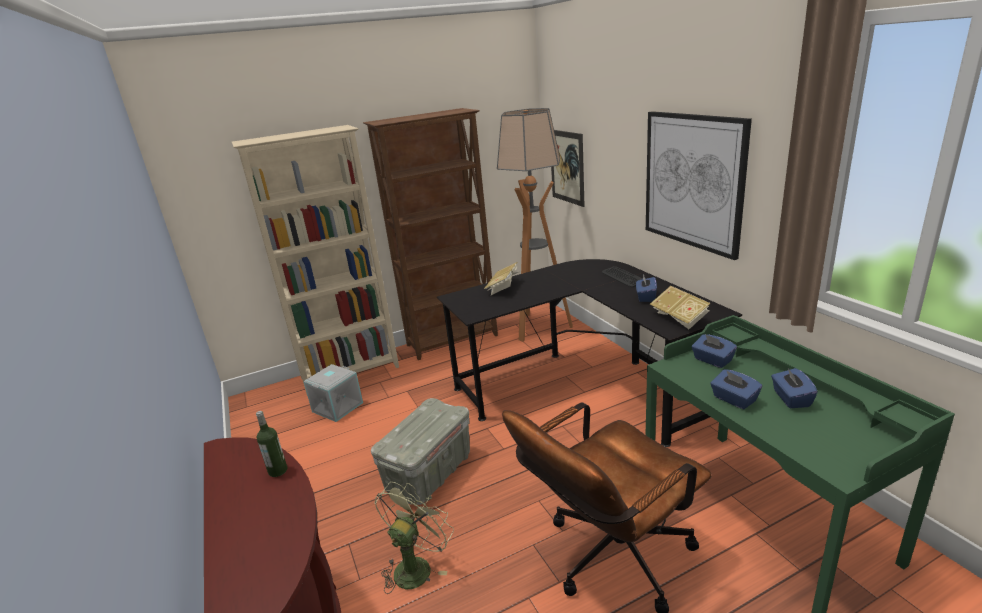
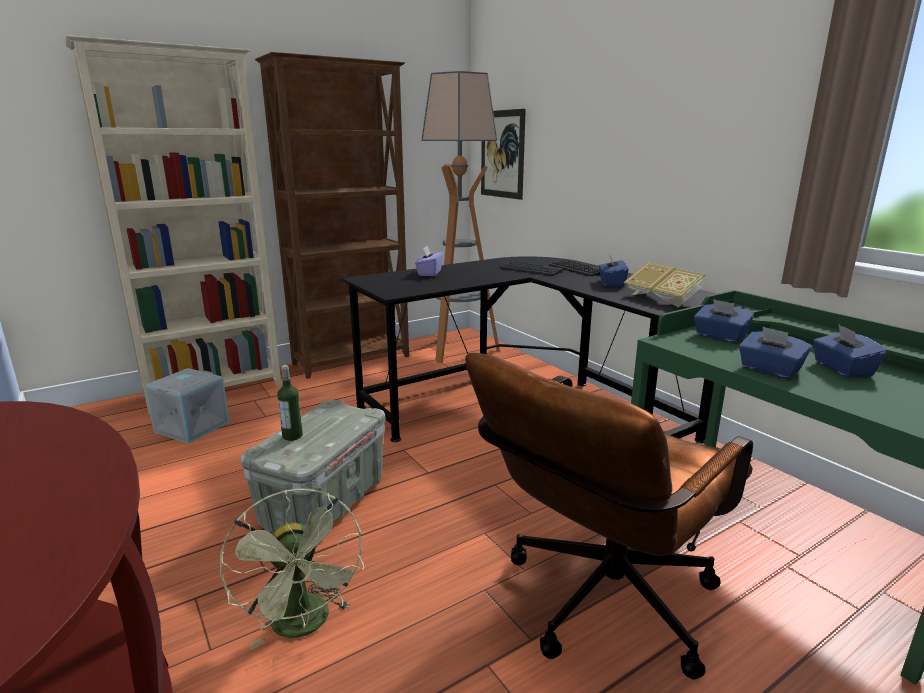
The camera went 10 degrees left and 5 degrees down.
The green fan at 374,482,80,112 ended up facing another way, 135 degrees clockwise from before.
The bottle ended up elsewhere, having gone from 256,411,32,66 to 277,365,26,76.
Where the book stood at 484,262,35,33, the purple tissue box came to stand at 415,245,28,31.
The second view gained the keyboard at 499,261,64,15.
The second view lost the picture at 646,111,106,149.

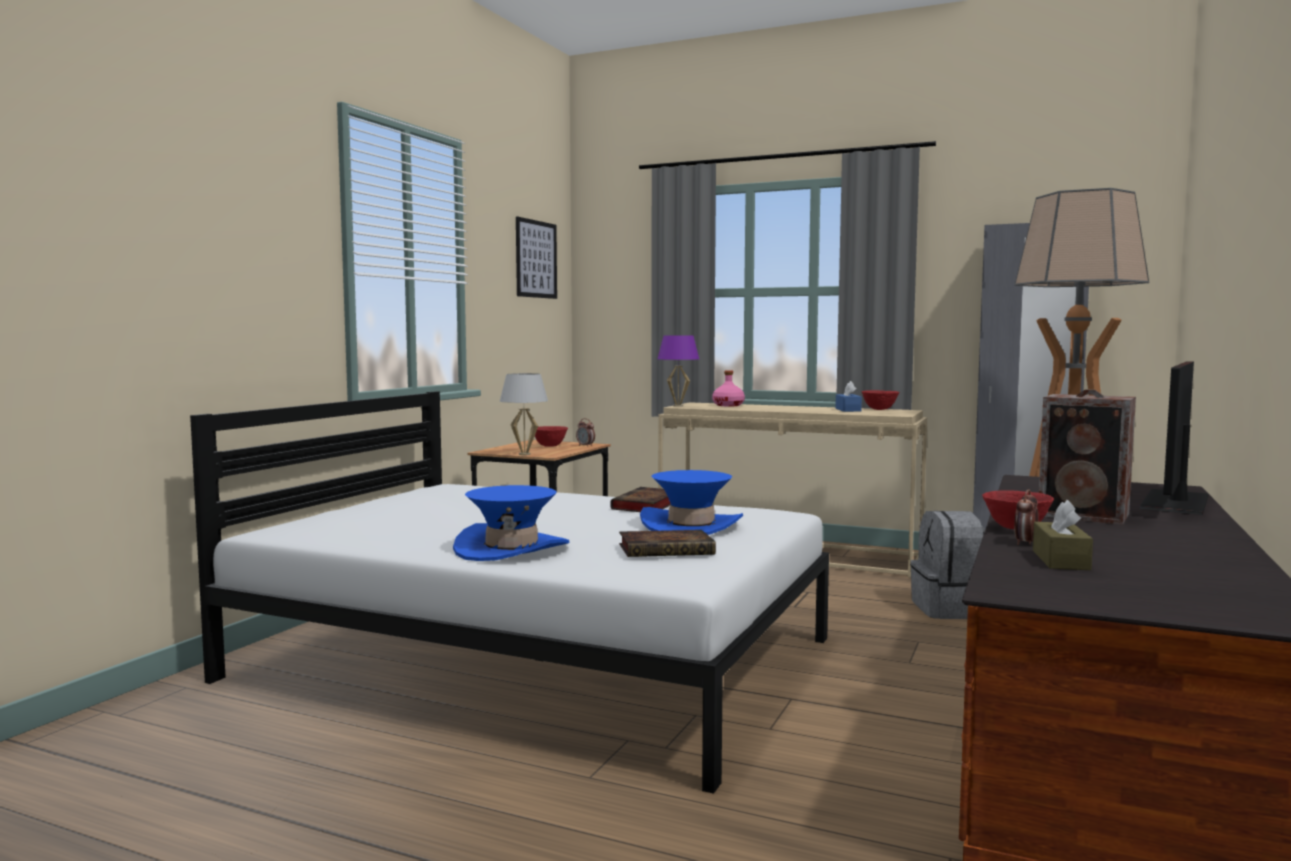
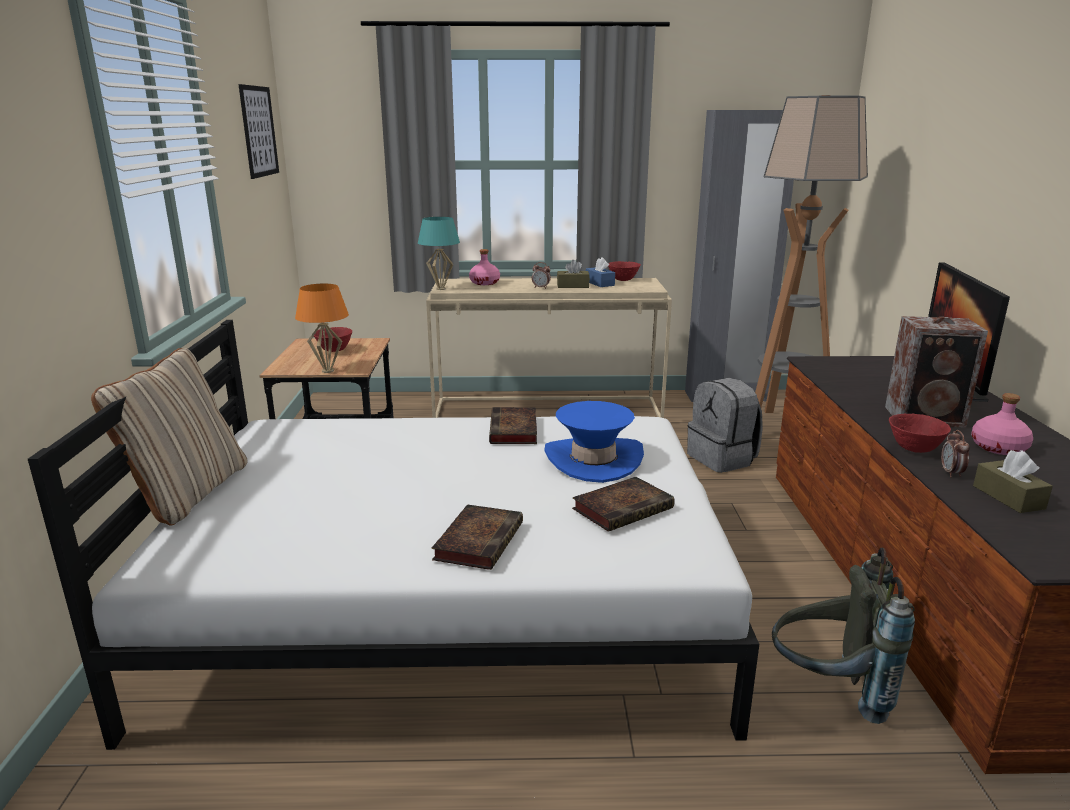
The camera went 25 degrees left and 15 degrees up.
The second view gained the beige pillow at 91,348,157,178.
What was the white table lamp at 500,373,48,82 turned into the orange table lamp at 295,283,54,90.
What was the purple table lamp at 657,335,42,72 turned into the turquoise table lamp at 418,217,42,73.
Where the blue hat stood at 453,485,116,76, the book came to stand at 432,504,91,66.
The alarm clock ended up elsewhere, having gone from 576,418,19,29 to 532,262,19,27.
The second view gained the brown tissue box at 557,260,33,28.
The second view gained the grey backpack at 772,548,143,176.
The second view gained the pink bottle at 971,393,62,62.

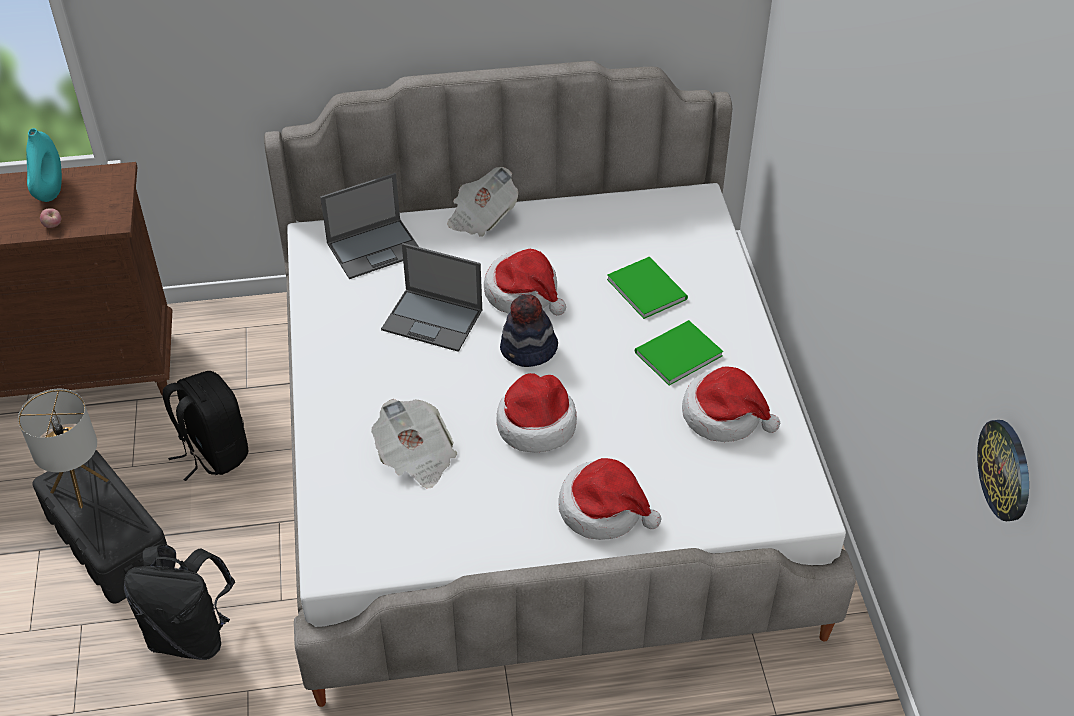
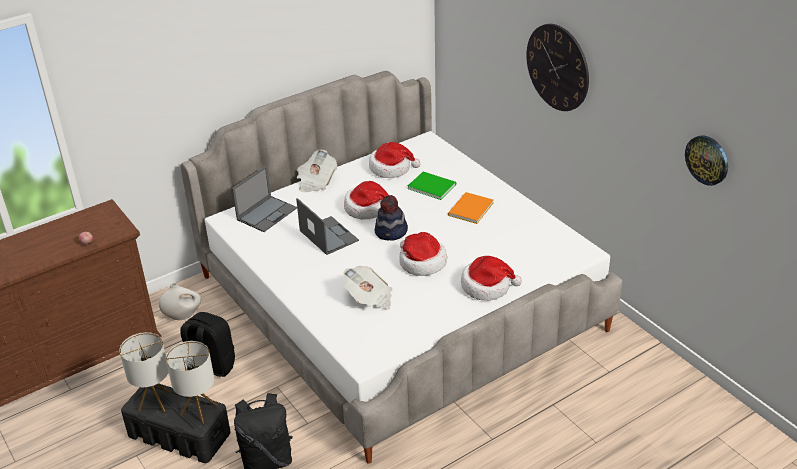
The camera went 25 degrees left and 10 degrees down.
The second view gained the white vase at 159,283,42,37.
The second view gained the table lamp at 166,341,52,83.
The laptop at 381,243,102,109 ended up facing another way, 120 degrees counterclockwise from before.
The hat ended up elsewhere, having gone from 682,367,98,75 to 369,142,51,36.
What was the green book at 635,320,88,65 turned into the orange book at 448,192,45,32.
The second view gained the wall clock at 526,24,63,87.
The second view lost the turquoise vase at 26,128,36,74.

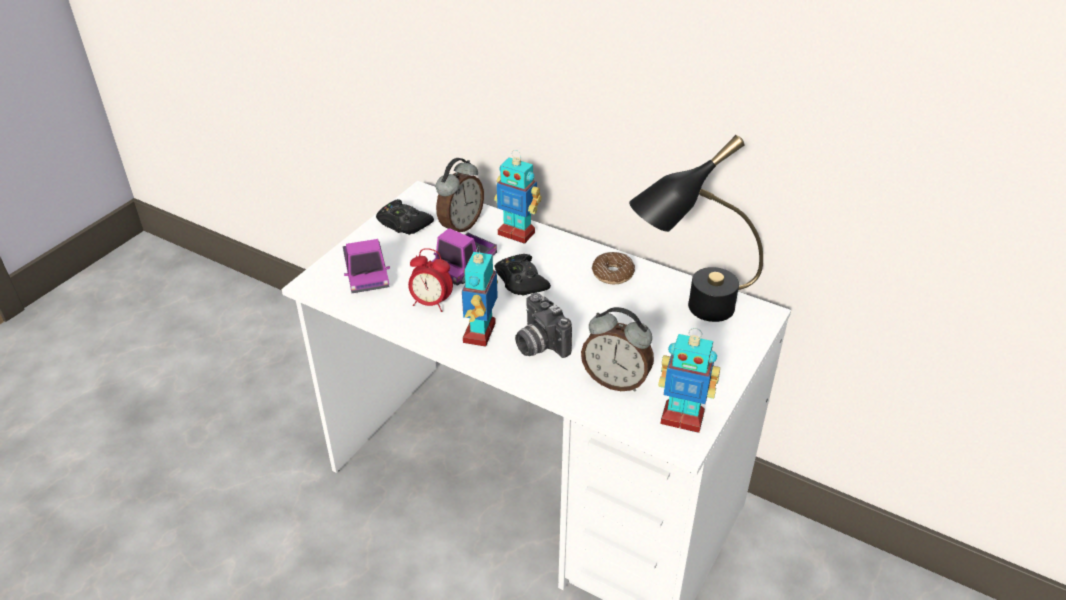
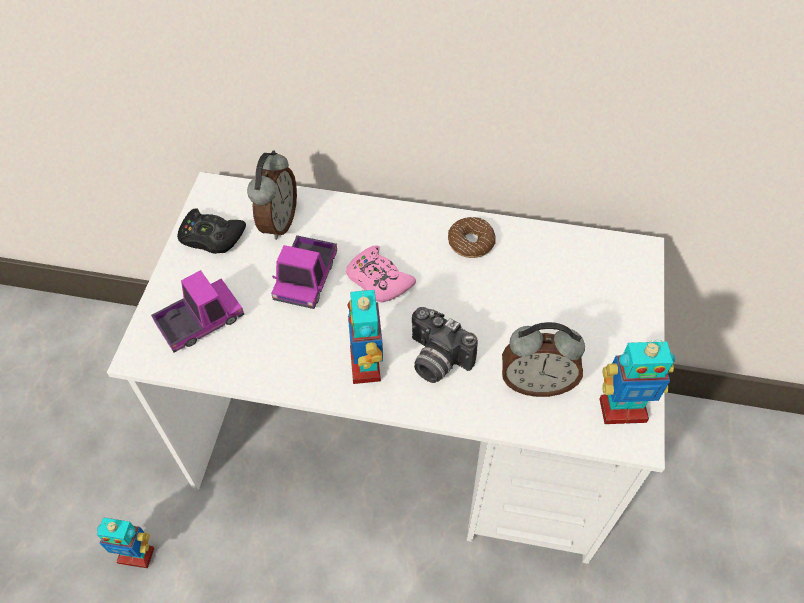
The camera went 20 degrees left and 15 degrees up.
The toy robot ended up elsewhere, having gone from 494,150,48,94 to 97,518,57,50.
The toy truck at 343,239,47,54 ended up facing another way, 90 degrees counterclockwise from before.
What was the black game controller at 495,254,56,42 turned into the pink game controller at 346,245,70,57.
The second view lost the alarm clock at 408,248,45,64.
The second view lost the black table lamp at 629,135,134,187.

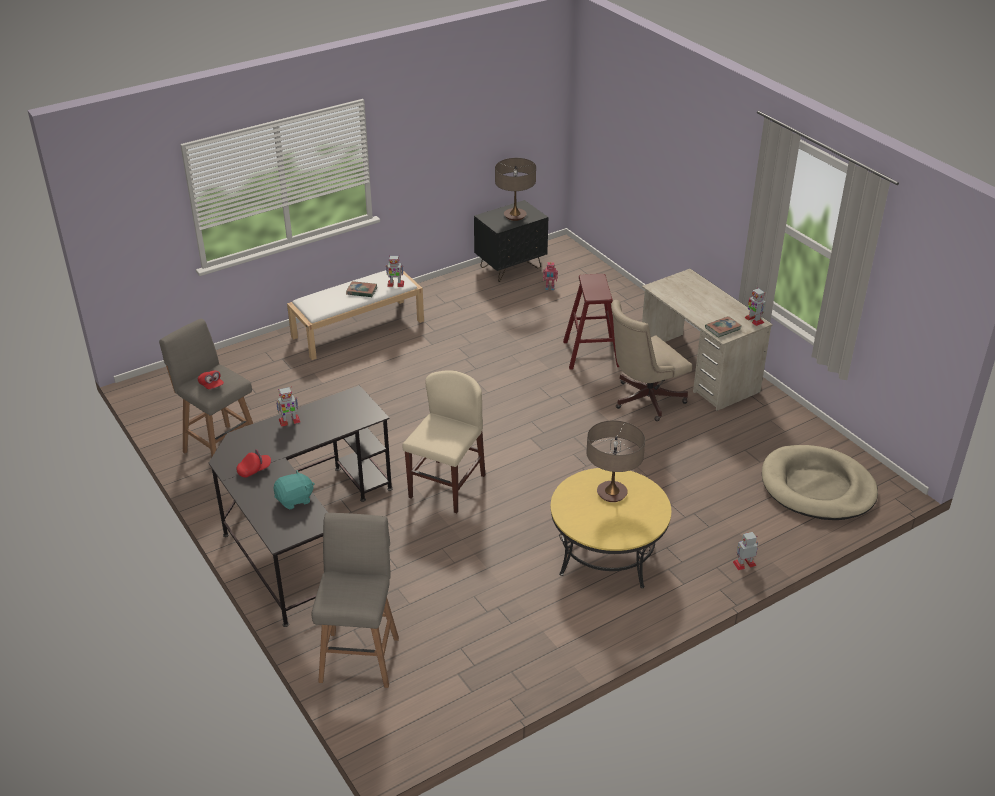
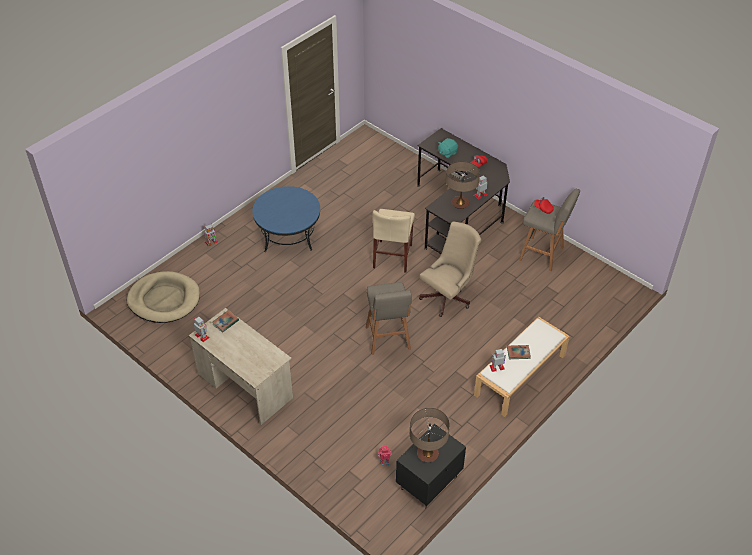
The camera went 165 degrees right and 10 degrees up.
What was the yellow coffee table at 551,468,120,120 turned into the blue coffee table at 252,186,68,66.
The grey stool ended up elsewhere, having gone from 312,513,87,175 to 366,282,46,73.
The beige office chair ended up elsewhere, having gone from 611,300,81,121 to 419,222,62,95.
The table lamp ended up elsewhere, having gone from 586,420,59,82 to 446,161,34,48.
The second view lost the red stool at 563,274,56,96.

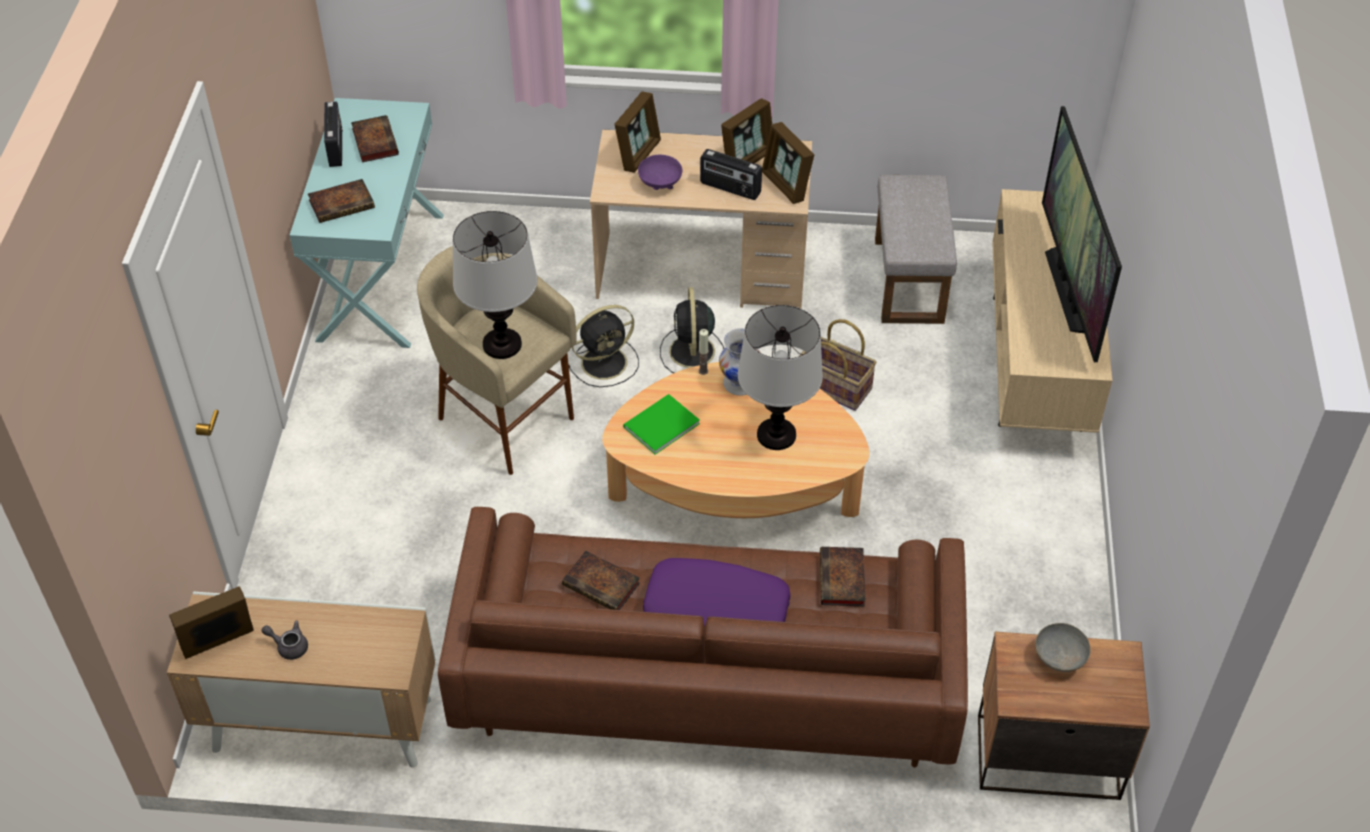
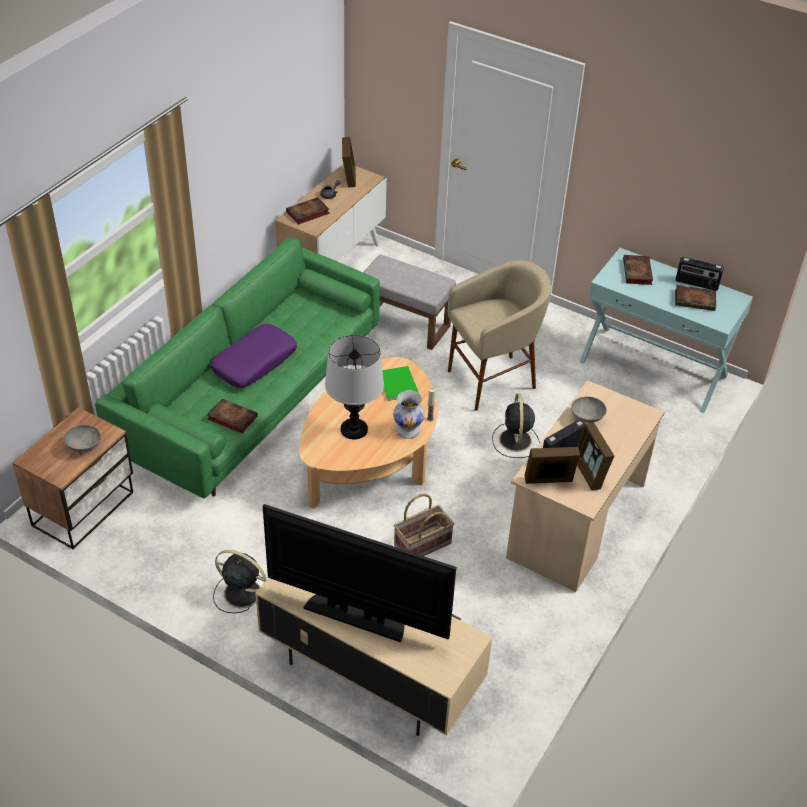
The camera went 115 degrees right and 5 degrees down.
What was the brown sofa at 438,507,530,260 turned into the green sofa at 95,238,285,260.
The black fan ended up elsewhere, having gone from 660,287,64,86 to 213,550,53,63.
The book ended up elsewhere, having gone from 562,551,78,59 to 286,197,44,28.
The grey ottoman ended up elsewhere, having gone from 875,175,82,149 to 363,255,93,95.
What was the purple bowl at 638,154,44,36 turned into the grey bowl at 571,396,36,27.
The second view lost the table lamp at 453,211,84,148.
The second view lost the picture frame at 614,92,47,81.

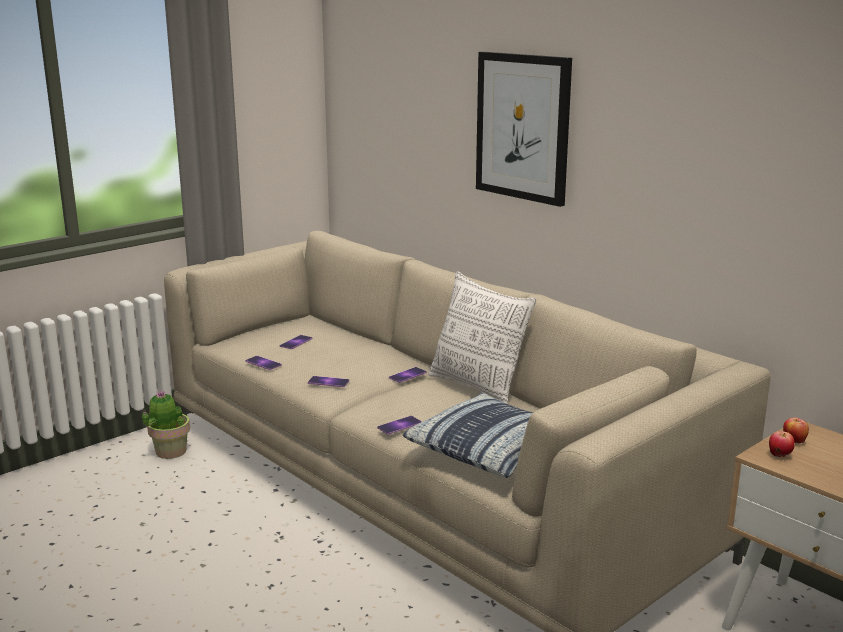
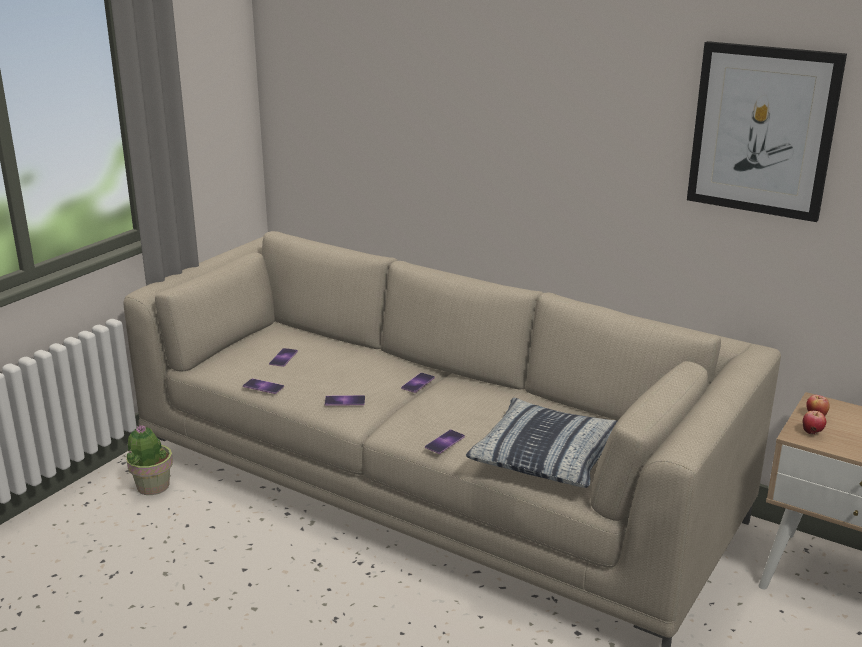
The camera went 15 degrees left and 5 degrees up.
The picture ended up elsewhere, having gone from 476,52,96,155 to 687,41,160,181.
The second view lost the pillow at 428,271,108,133.

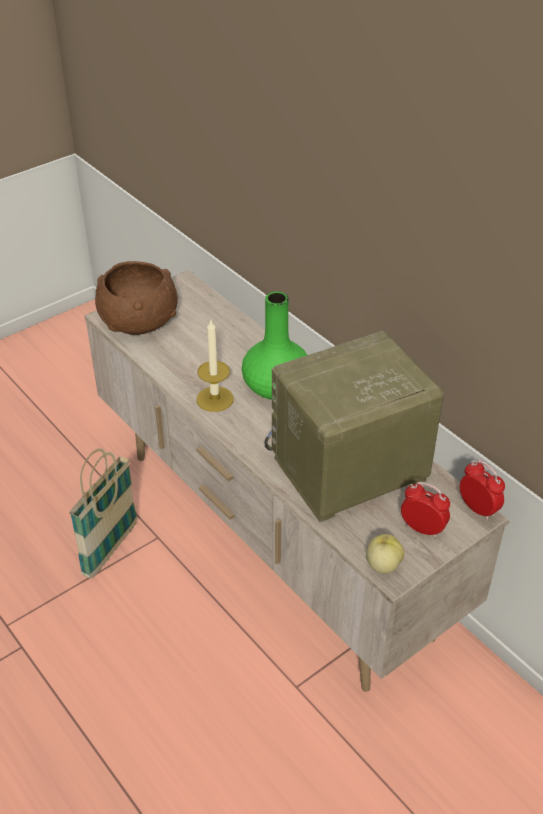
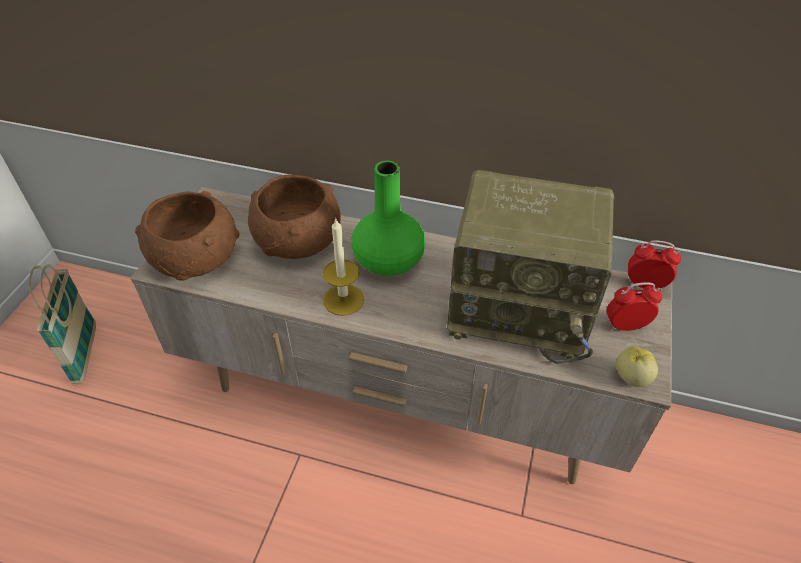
The camera went 35 degrees left and 5 degrees up.
The basket ended up elsewhere, having gone from 69,448,69,131 to 29,264,67,120.
The second view gained the brown bowl at 248,175,93,84.
The radio at 264,331,180,191 ended up facing another way, 105 degrees counterclockwise from before.

